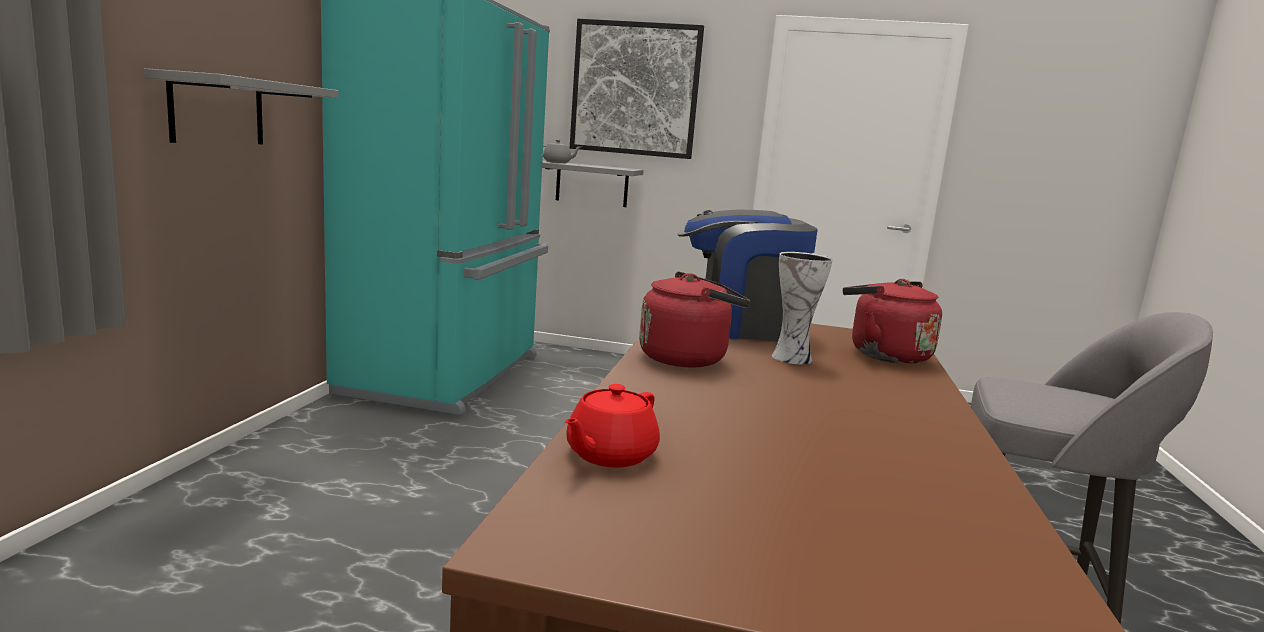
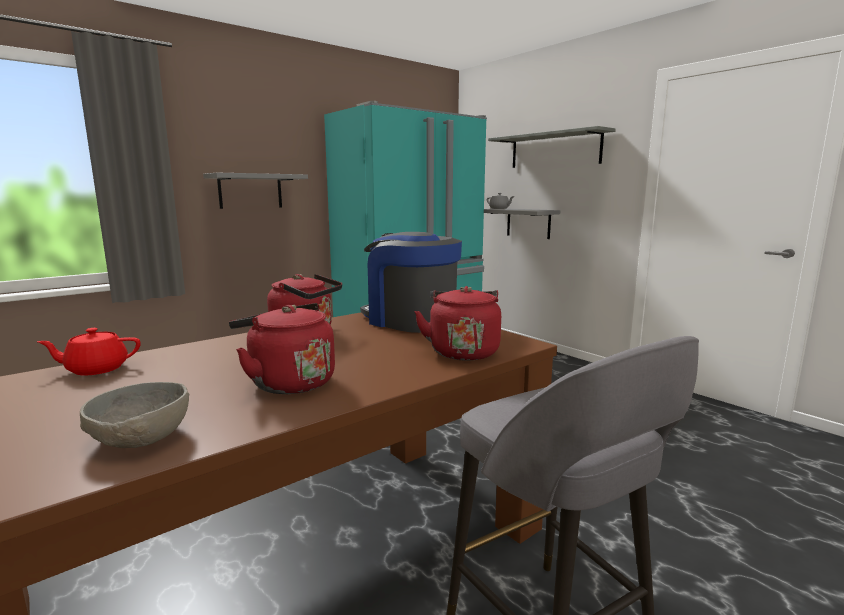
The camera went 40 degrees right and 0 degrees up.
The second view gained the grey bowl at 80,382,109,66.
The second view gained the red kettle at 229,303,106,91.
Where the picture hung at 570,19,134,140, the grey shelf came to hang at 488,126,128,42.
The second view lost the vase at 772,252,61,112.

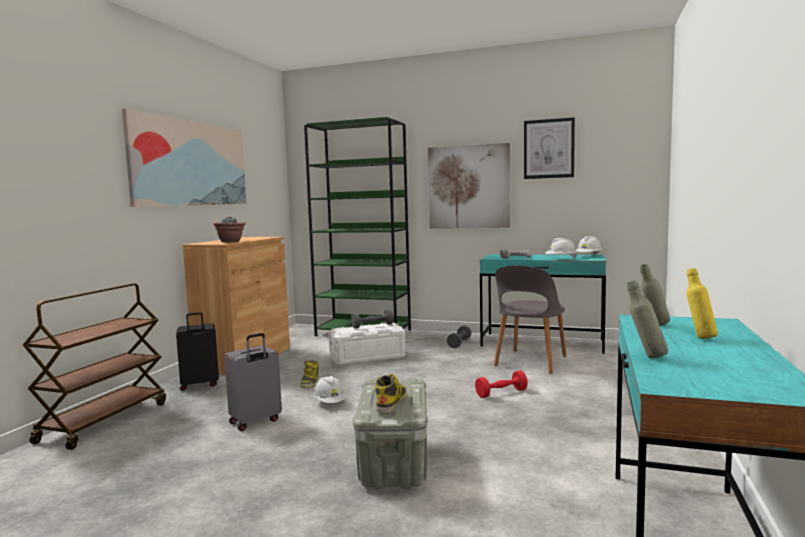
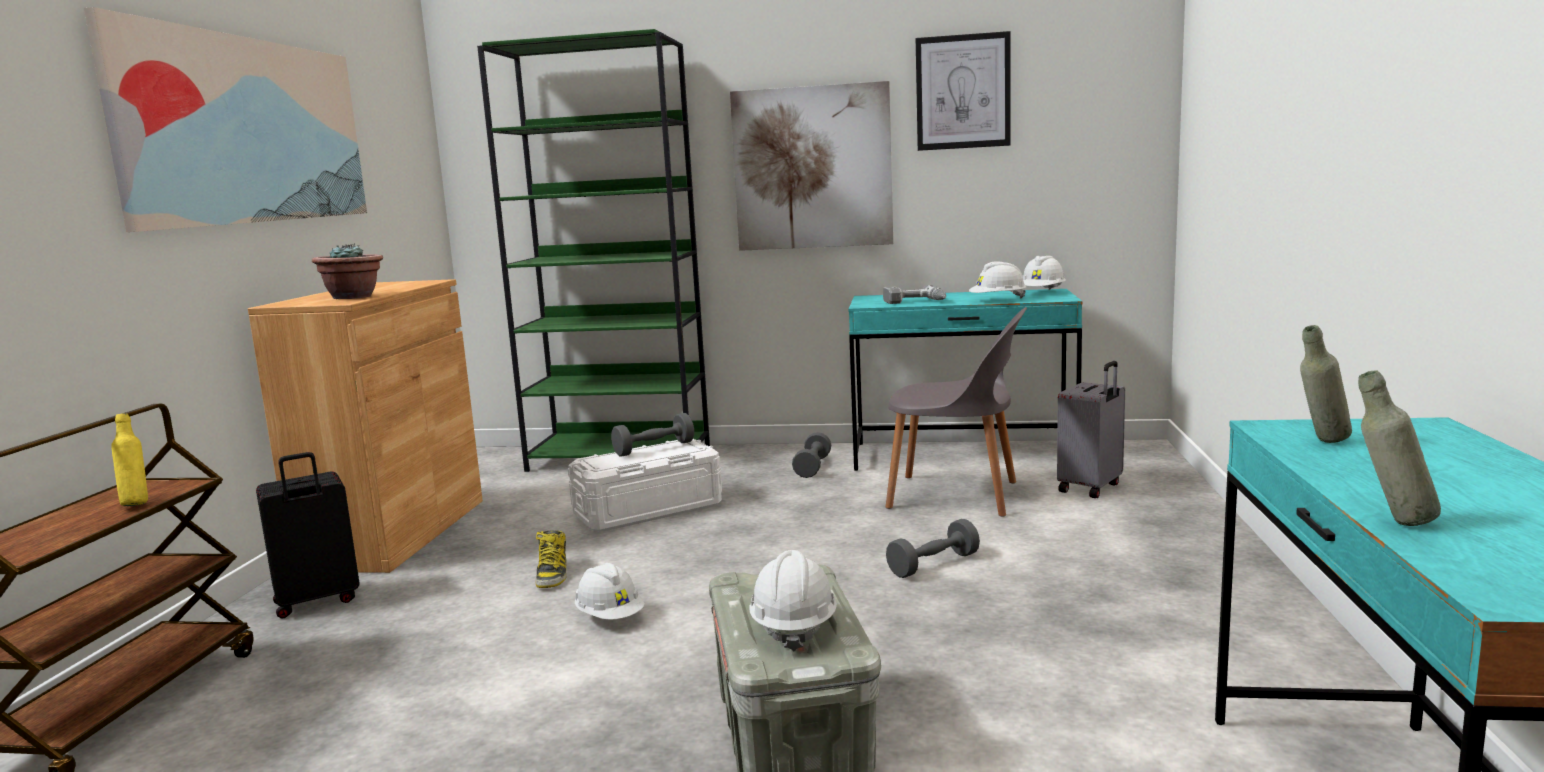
The camera went 10 degrees left and 5 degrees up.
The yellow bottle ended up elsewhere, having gone from 686,268,32,71 to 111,413,37,93.
Where the boot stood at 375,374,32,40, the white hard hat came to stand at 749,550,88,101.
The grey chair at 494,265,73,109 ended up facing another way, 90 degrees counterclockwise from before.
What was the red dumbbell at 475,370,53,28 turned into the grey dumbbell at 886,519,94,59.
The grey suitcase ended up elsewhere, having gone from 224,333,58,98 to 1057,361,68,137.

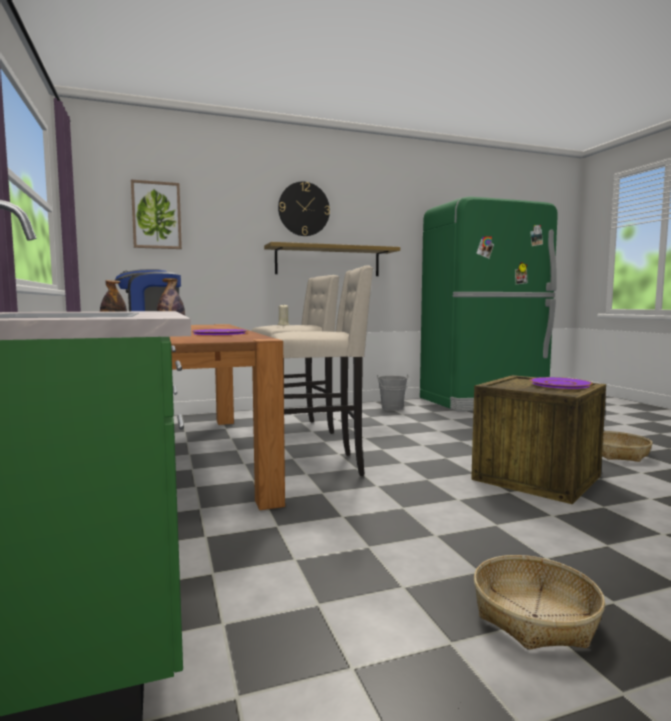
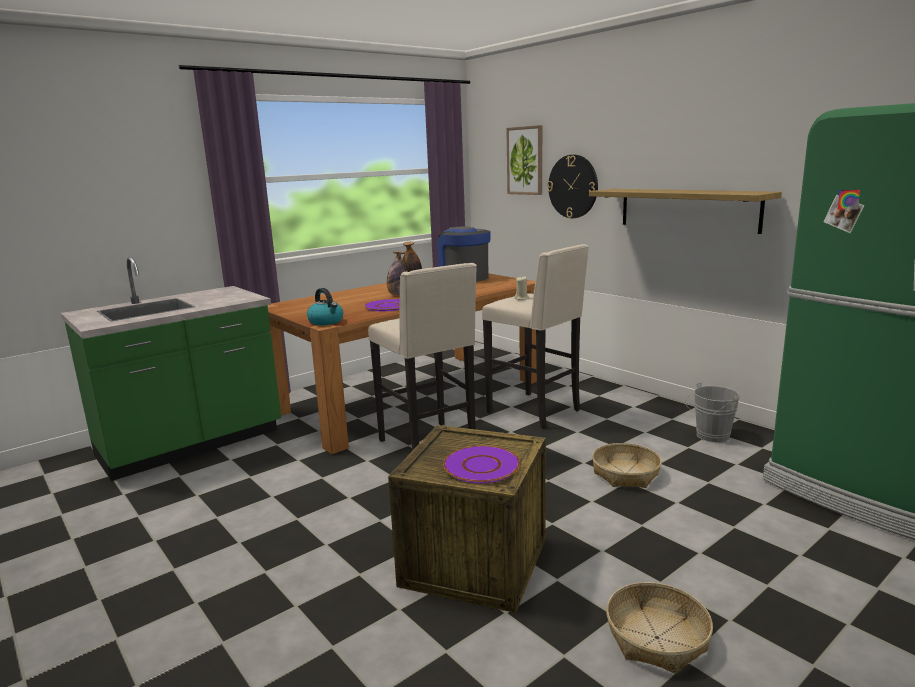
The camera went 70 degrees right and 10 degrees up.
The second view gained the kettle at 307,288,36,37.
The wall clock ended up elsewhere, having gone from 278,182,52,54 to 547,155,51,63.
The basket ended up elsewhere, having gone from 474,555,131,95 to 592,443,70,45.

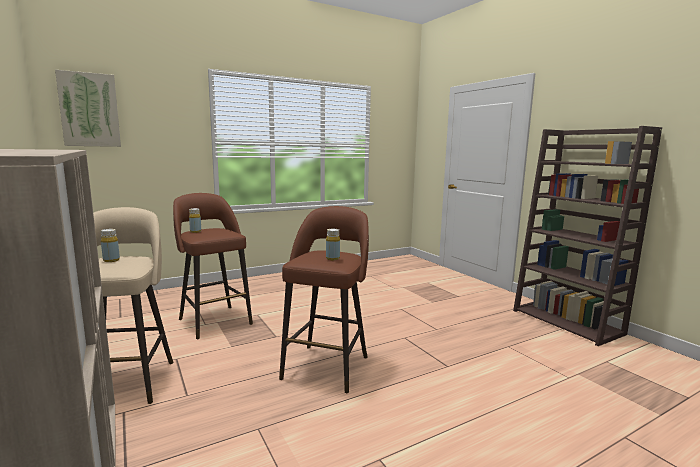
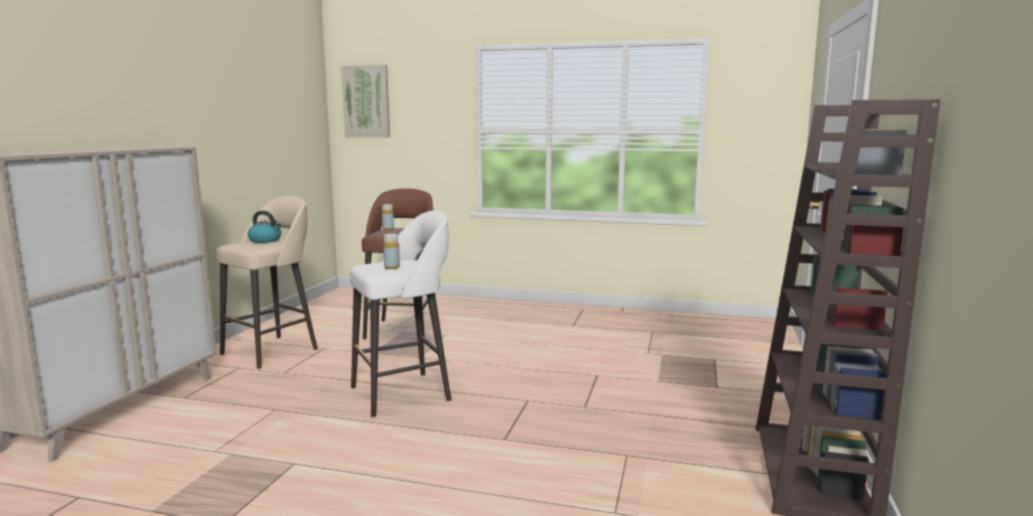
The camera went 45 degrees right and 0 degrees up.
Where the yellow bottle stood at 101,229,19,33, the kettle came to stand at 248,211,34,32.
What was the brown stool at 279,206,90,187 turned into the white stool at 350,211,102,206.

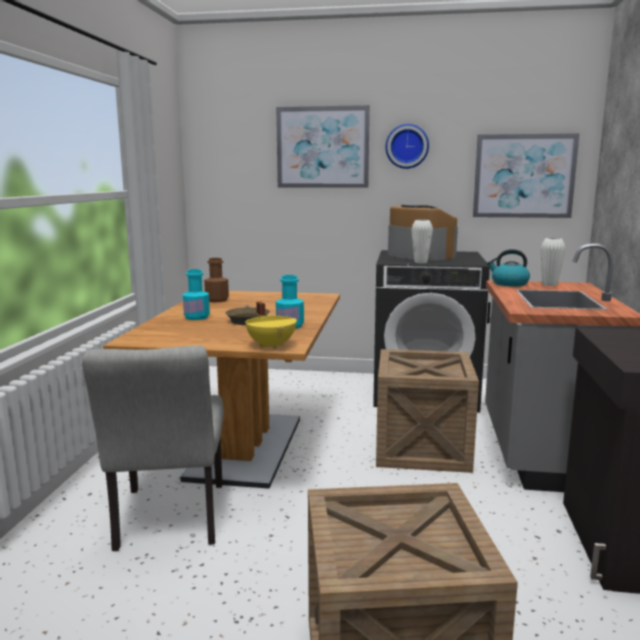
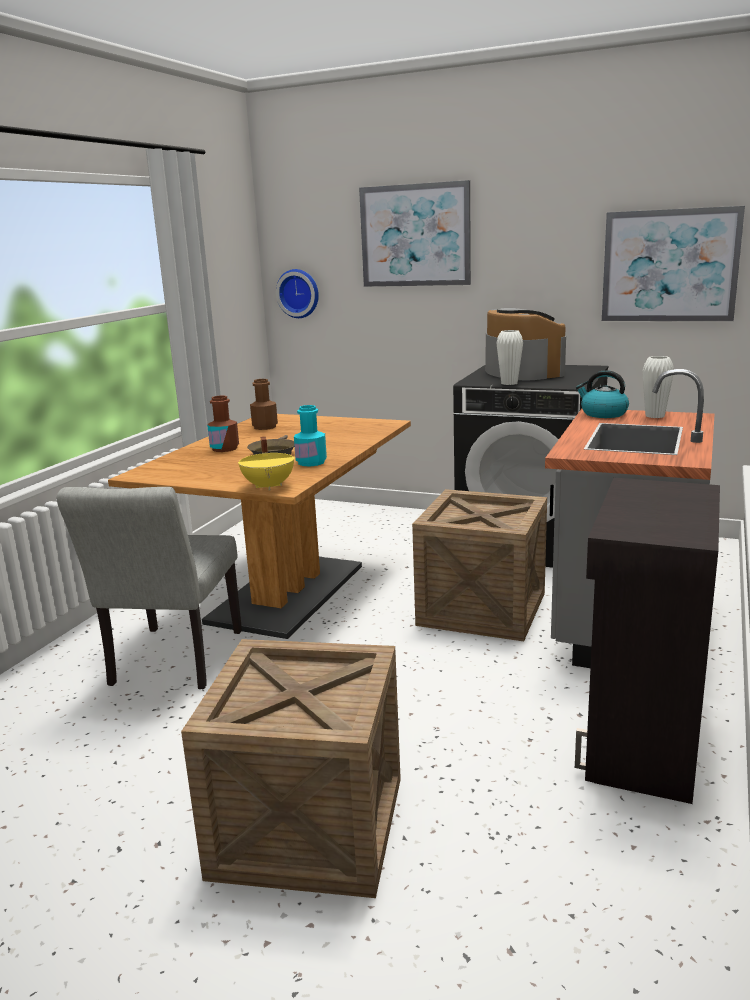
The camera went 15 degrees right and 5 degrees up.
What was the turquoise bottle at 183,269,27,51 turned into the brown bottle at 207,396,32,56.
The wall clock ended up elsewhere, having gone from 386,124,43,45 to 276,269,43,49.

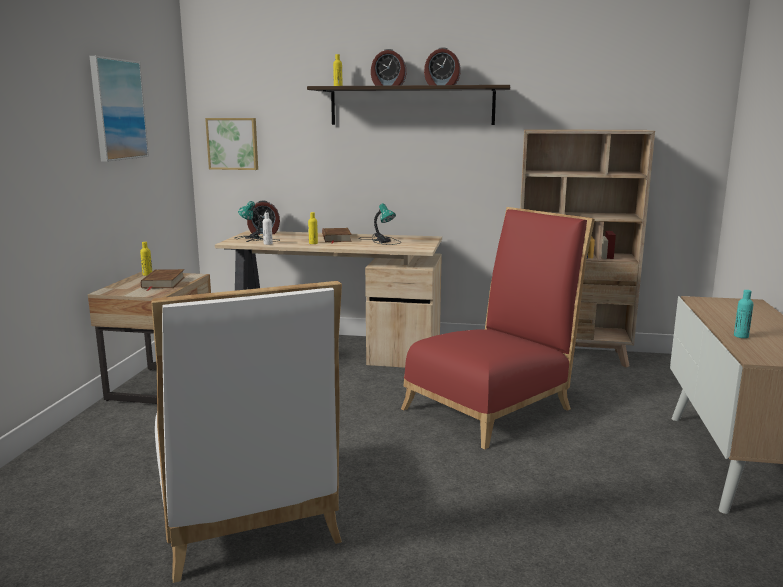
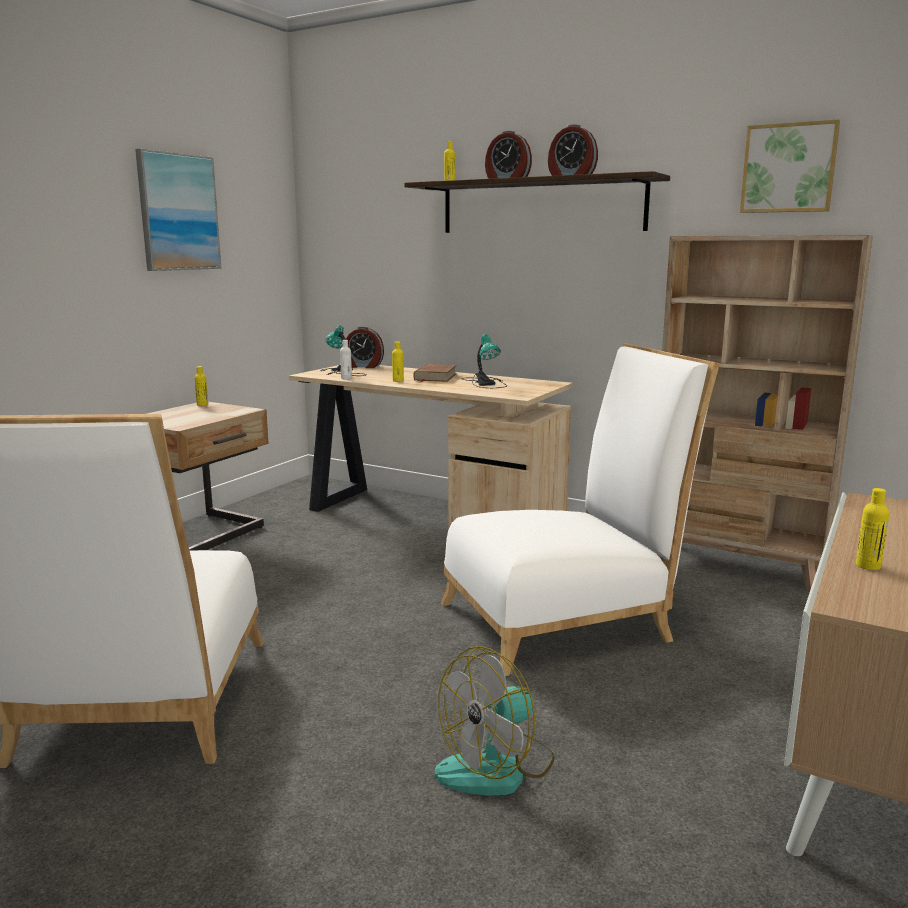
The camera went 20 degrees right and 0 degrees up.
The second view gained the fan at 435,646,120,150.
What was the red chair at 401,207,194,242 turned into the white chair at 441,343,279,333.
The picture ended up elsewhere, having gone from 205,118,53,52 to 740,119,100,94.
What was the turquoise bottle at 734,290,20,48 turned into the yellow bottle at 856,488,33,82.
The second view lost the brown book at 141,269,44,22.

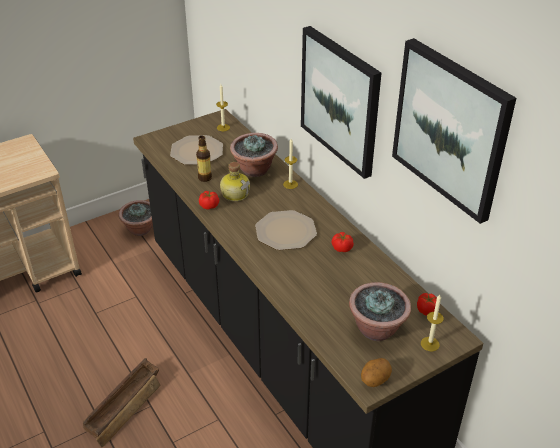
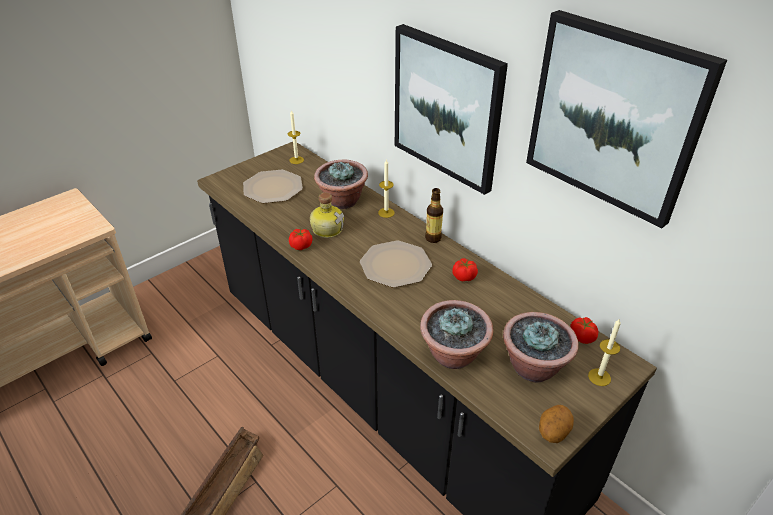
The camera went 10 degrees left and 0 degrees up.
The potted plant ended up elsewhere, having gone from 119,200,34,36 to 420,300,73,69.
The bottle ended up elsewhere, having gone from 196,136,16,46 to 425,188,18,55.

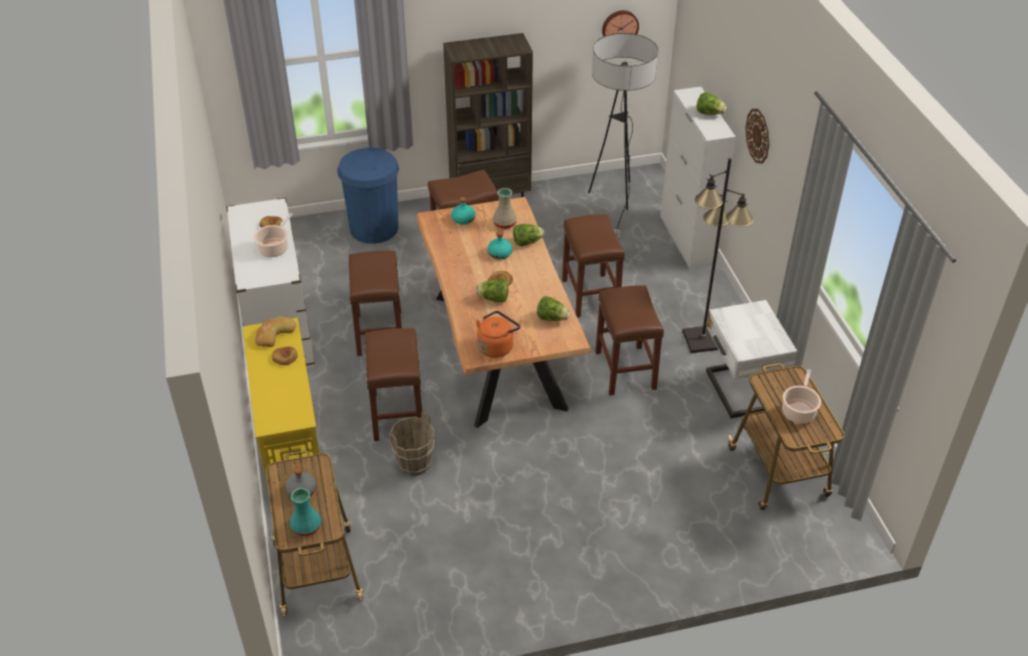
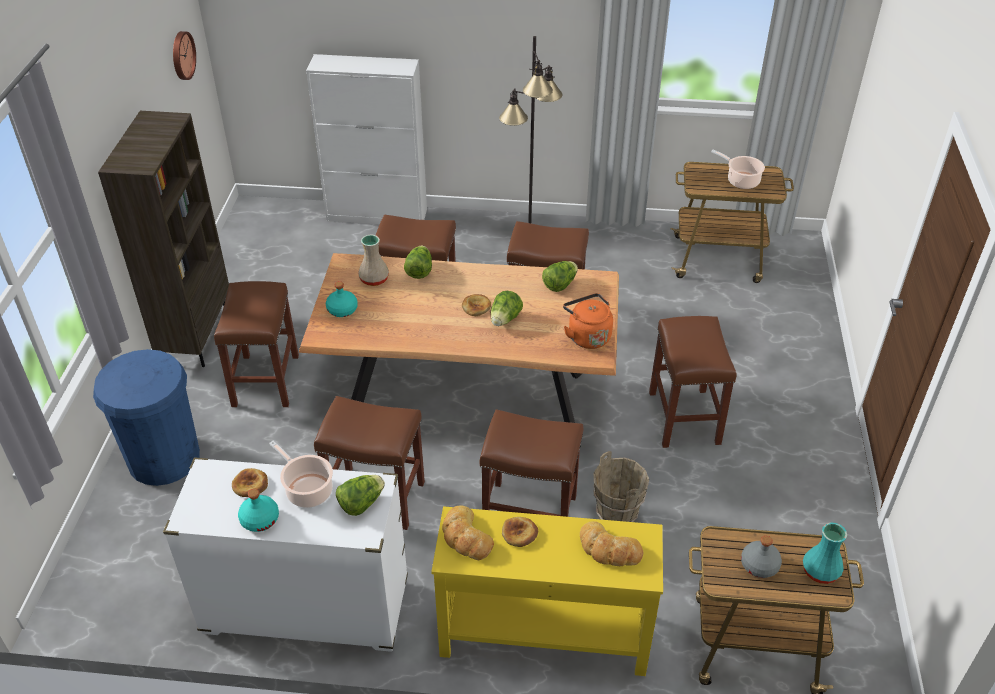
The camera went 70 degrees left and 0 degrees up.
The turquoise bottle ended up elsewhere, having gone from 488,231,24,28 to 238,489,41,43.
The lettuce ended up elsewhere, having gone from 697,92,30,23 to 336,475,49,41.
The second view gained the bread at 580,521,63,45.
The second view gained the brown stool at 649,316,87,132.
The second view lost the floor lamp at 588,33,70,204.
The second view lost the white nightstand at 706,300,91,119.
The second view lost the wall clock at 745,109,24,55.

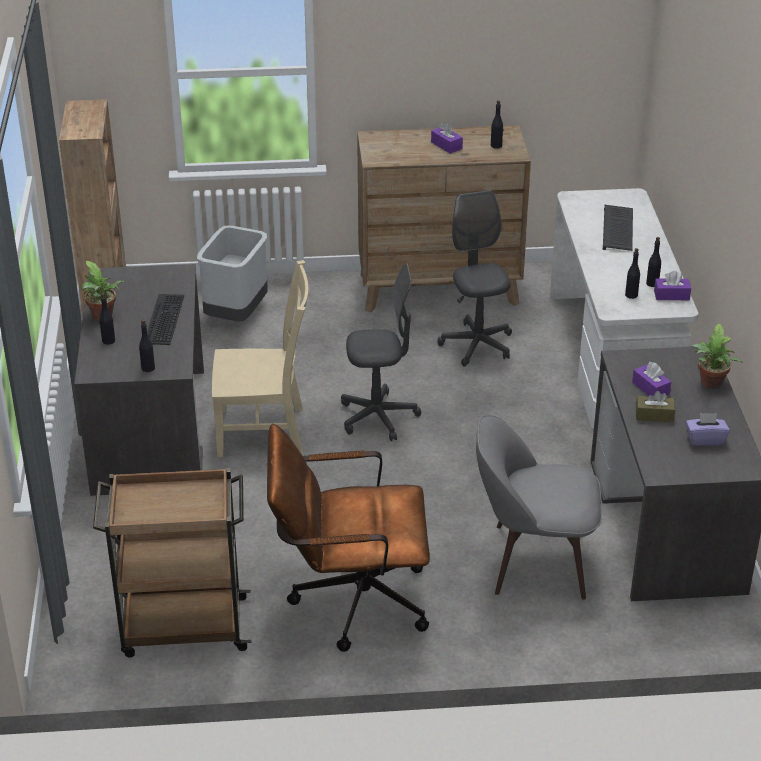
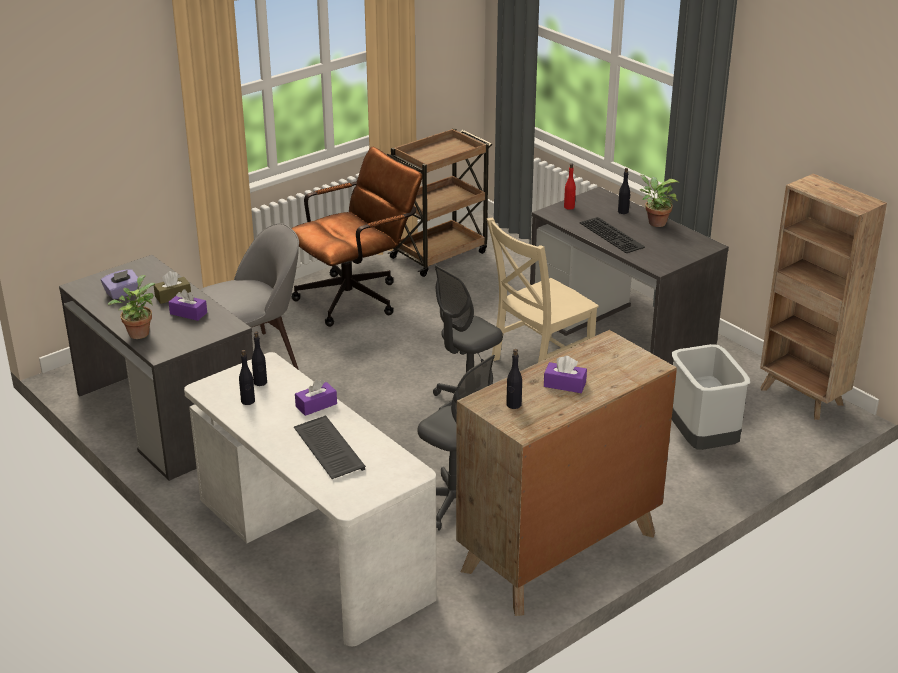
The camera went 145 degrees right and 5 degrees down.
The purple tissue box ended up elsewhere, having gone from 654,271,37,29 to 295,379,42,37.
What was the black bottle at 139,320,16,52 turned into the red bottle at 564,164,12,46.

